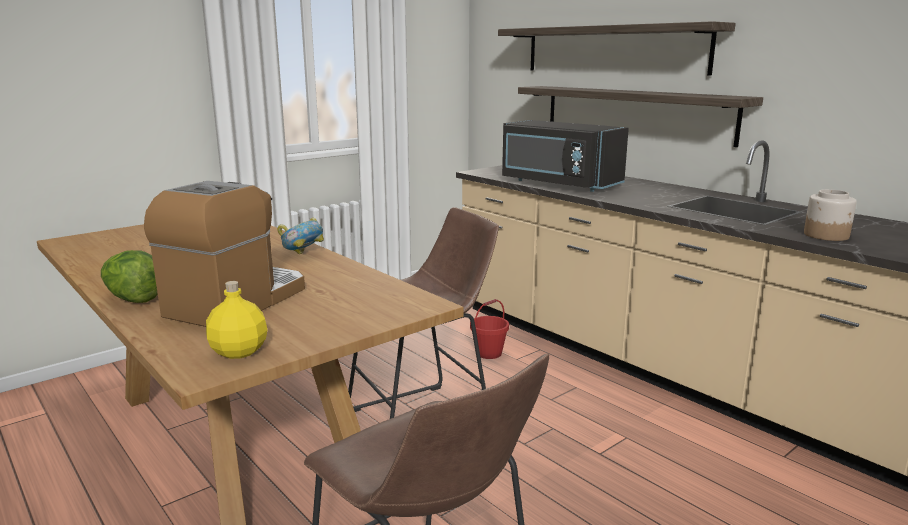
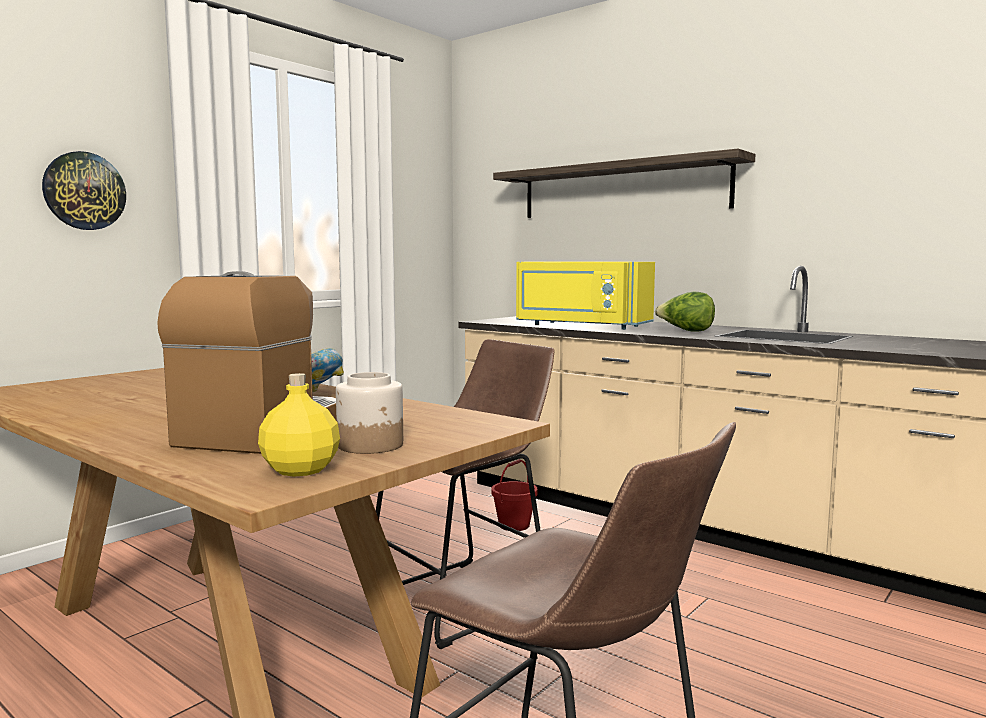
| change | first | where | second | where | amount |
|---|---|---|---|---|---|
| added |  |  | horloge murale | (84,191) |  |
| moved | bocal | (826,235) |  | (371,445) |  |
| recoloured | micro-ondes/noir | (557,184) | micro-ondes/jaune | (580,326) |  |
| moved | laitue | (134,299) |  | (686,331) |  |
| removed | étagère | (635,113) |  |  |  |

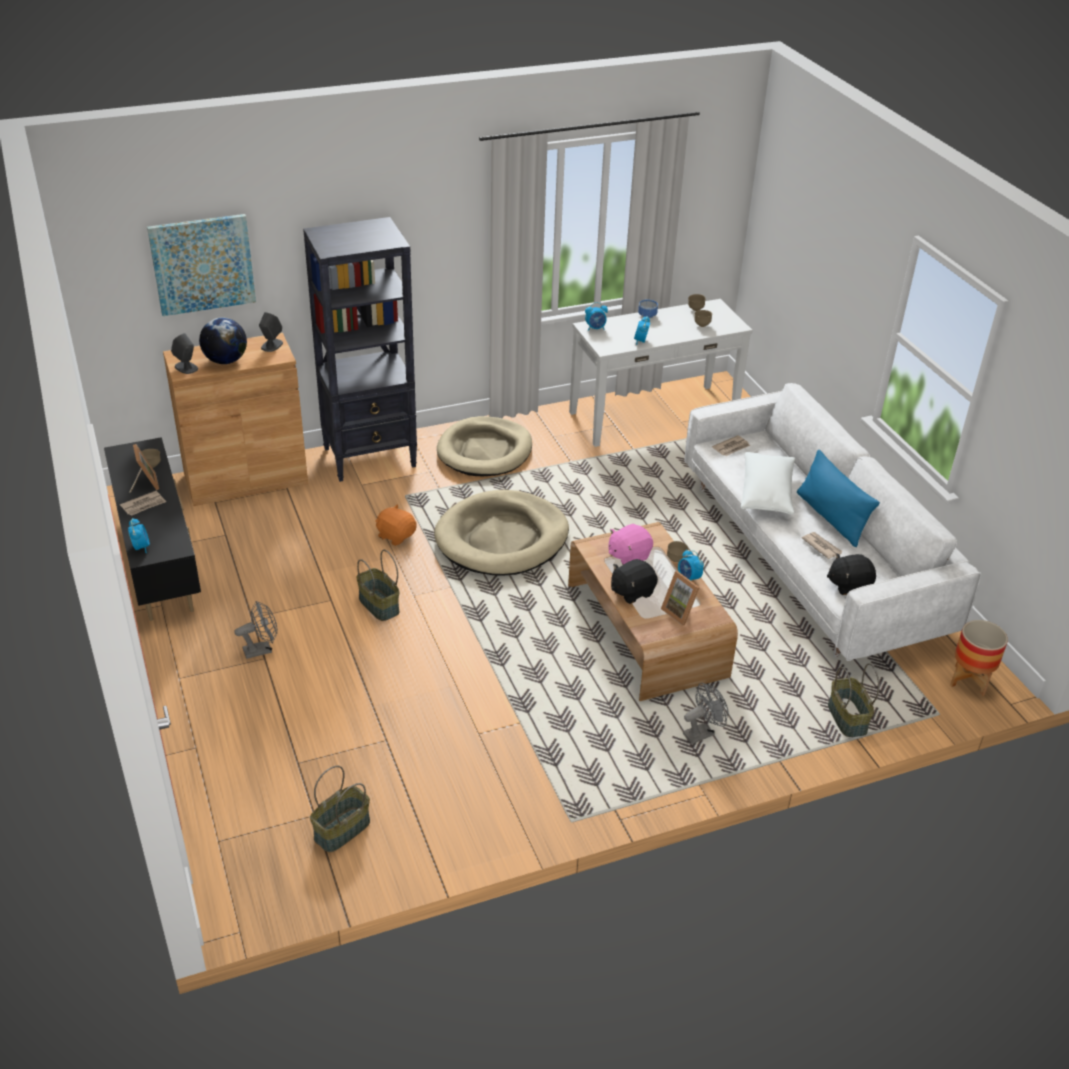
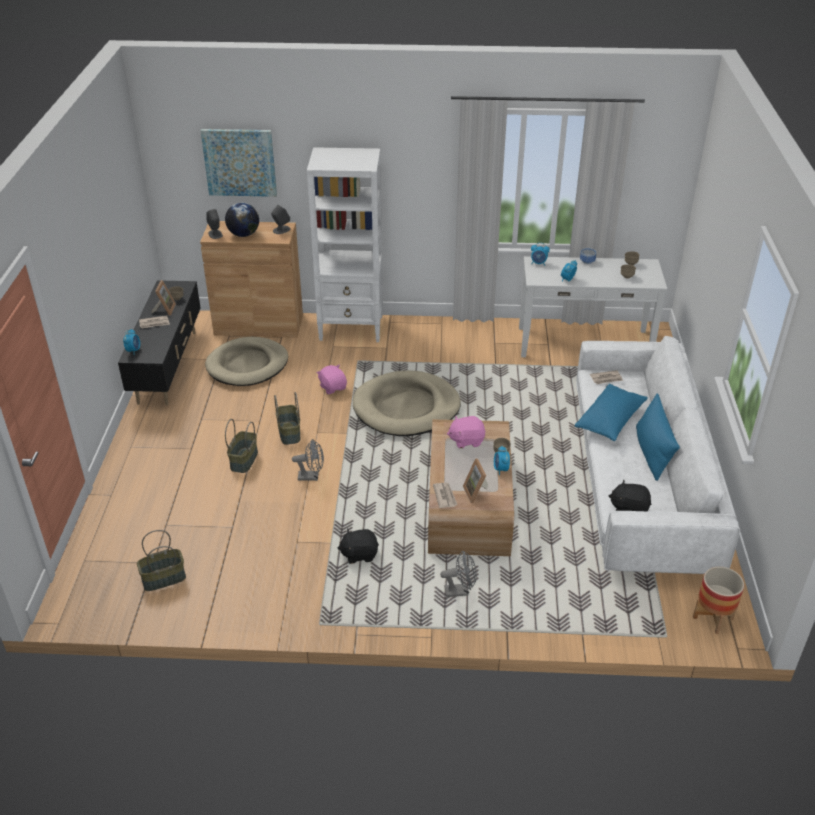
| change | first | where | second | where | amount |
|---|---|---|---|---|---|
| moved | panier pour chien/beige | (485,451) |  | (247,365) |  |
| moved | panier | (846,718) |  | (243,460) |  |
| moved | ventilateur/gris | (262,649) |  | (311,476) |  |
| recoloured | bibliothèque/noir | (371,457) | bibliothèque/blanc | (352,328) |  |
| recoloured | peluche/orange | (396,535) | peluche/rose | (333,387) |  |
| moved | peluche/noir | (632,592) |  | (359,554) |  |
| moved | journal | (821,546) |  | (445,496) |  |
| recoloured | coussin/blanc | (766,494) | coussin/bleu | (610,421) |  |

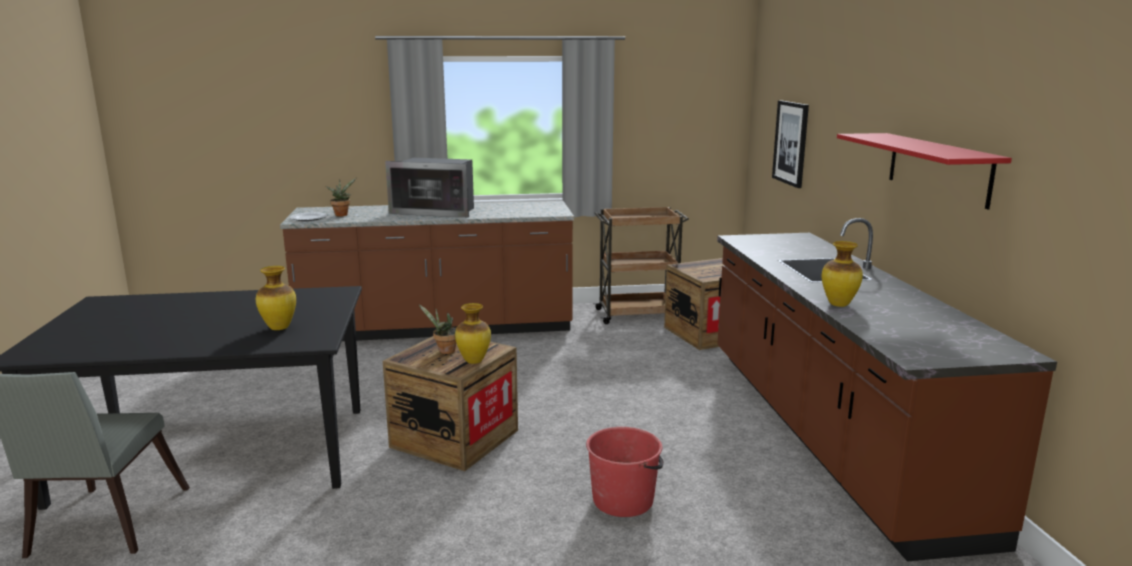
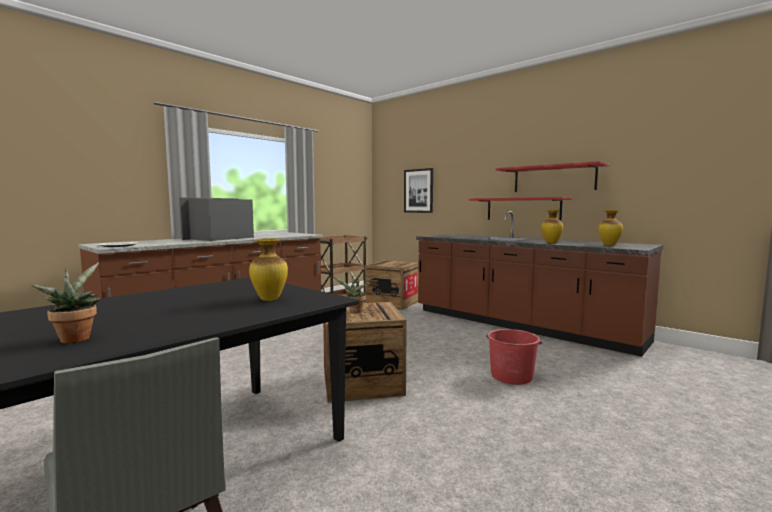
| change | first | where | second | where | amount |
|---|---|---|---|---|---|
| moved | plante en pot | (342,214) |  | (75,338) |  |
| turned | micro-ondes | (436,211) |  | (222,238) | 150 degrees clockwise |
| added |  |  | étagère/rouge | (523,209) |  |
| moved | vase | (473,361) |  | (609,245) |  |

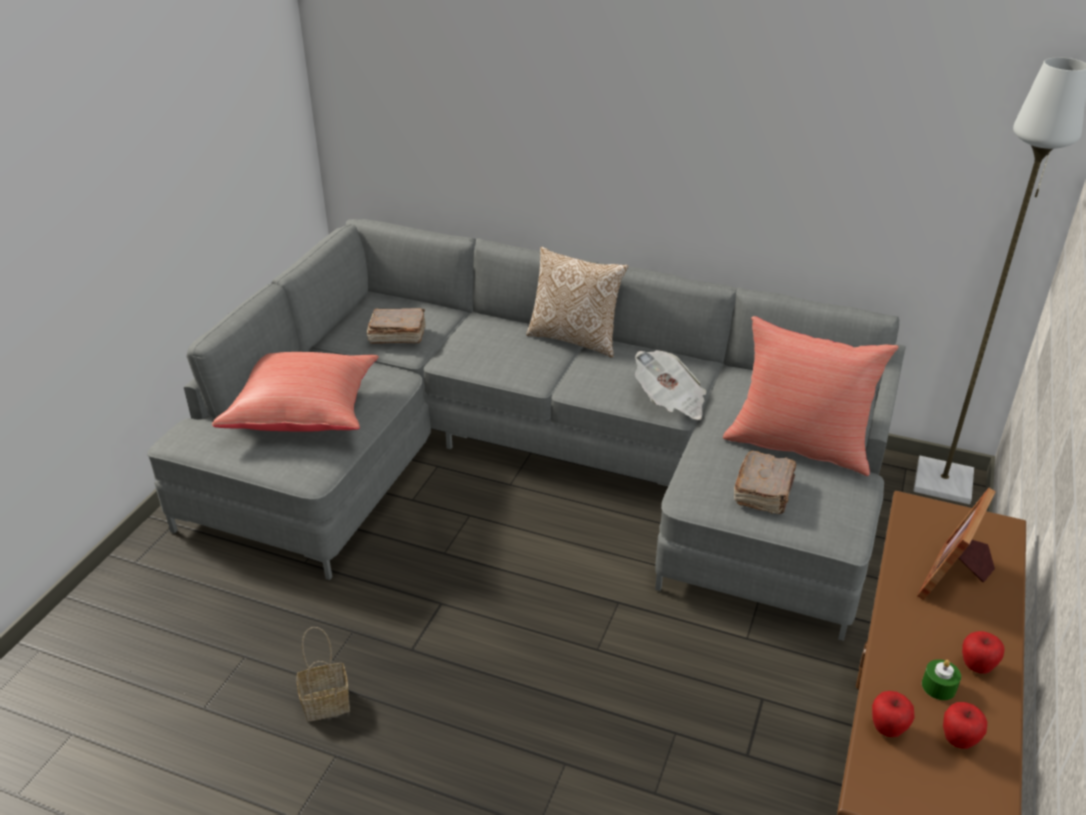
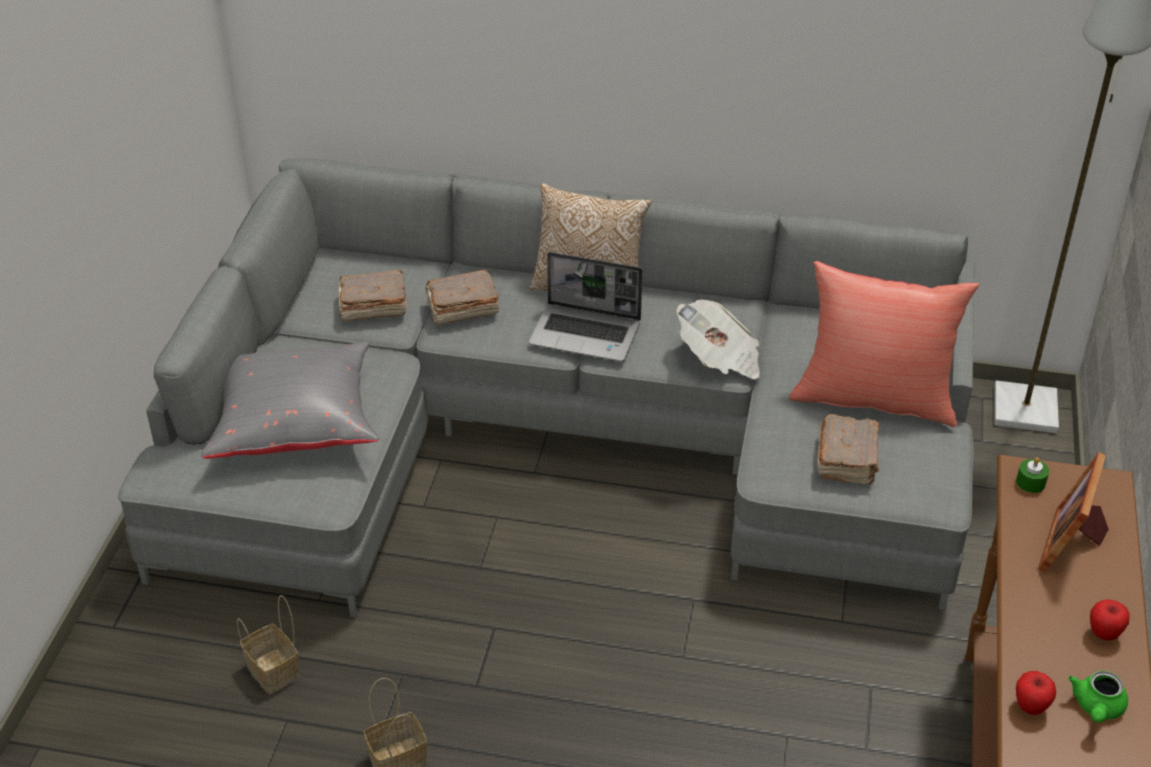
| change | first | where | second | where | amount |
|---|---|---|---|---|---|
| recoloured | coussin/rouge | (304,412) | coussin/gris | (294,423) |  |
| added |  |  | panier | (275,671) |  |
| added |  |  | livre/marron | (461,308) |  |
| added |  |  | ordinateur portable | (587,334) |  |
| moved | bougie/vert | (938,686) |  | (1030,482) |  |
| replaced | pomme | (958,740) | théière/vert | (1096,708) |  |

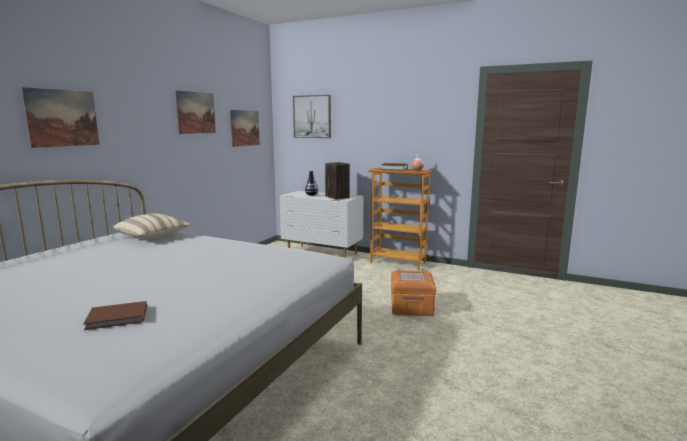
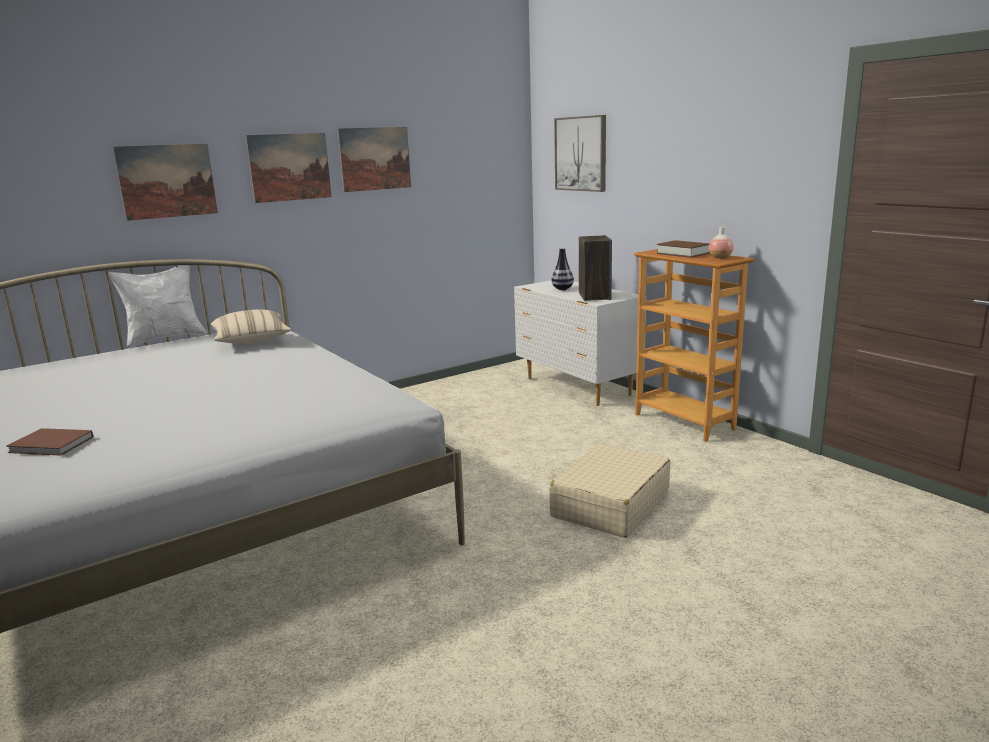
| change | first | where | second | where | amount |
|---|---|---|---|---|---|
| added |  |  | coussin/blanc | (165,338) |  |
| moved | tableau | (245,128) |  | (290,167) |  |
| replaced | boîte de rangement/orange | (411,307) | valise/beige | (610,505) |  |

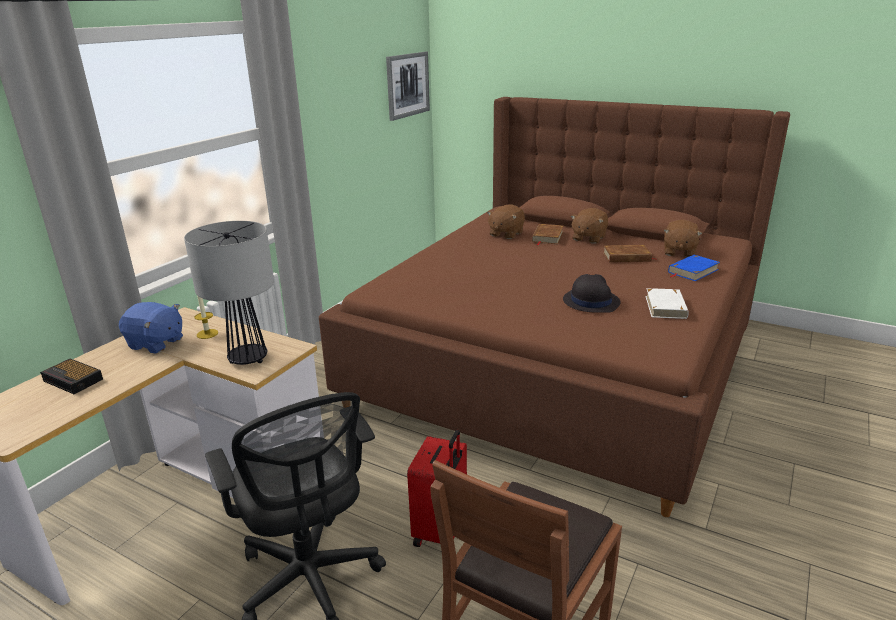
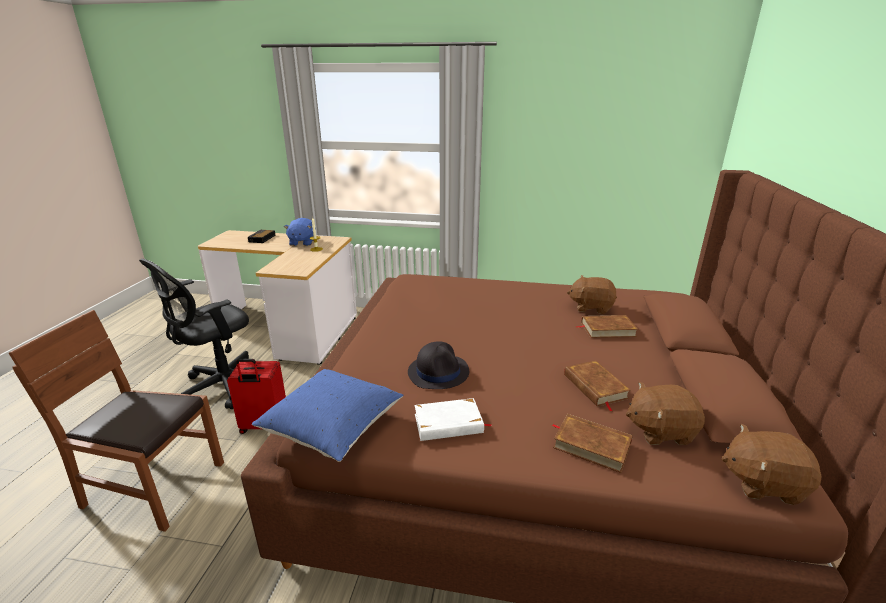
| change | first | where | second | where | amount |
|---|---|---|---|---|---|
| added |  |  | coussin/bleu | (333,428) |  |
| recoloured | livre/bleu | (692,271) | livre/marron | (591,445) |  |
| moved | peluche/marron | (588,238) |  | (762,483) |  |
| removed | lampe de table | (248,359) |  |  |  |
| removed | tableau | (407,85) |  |  |  |

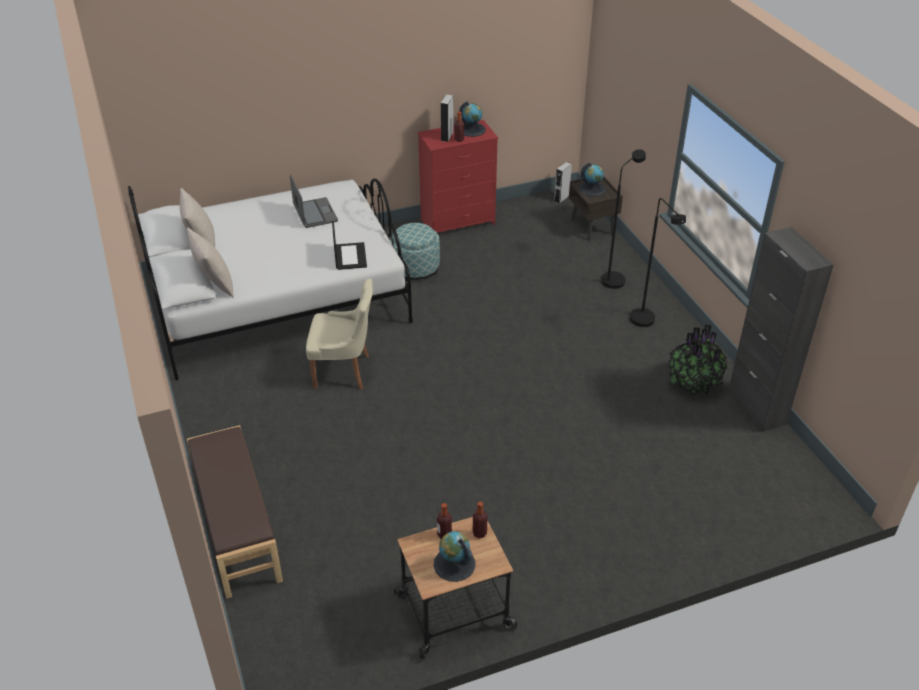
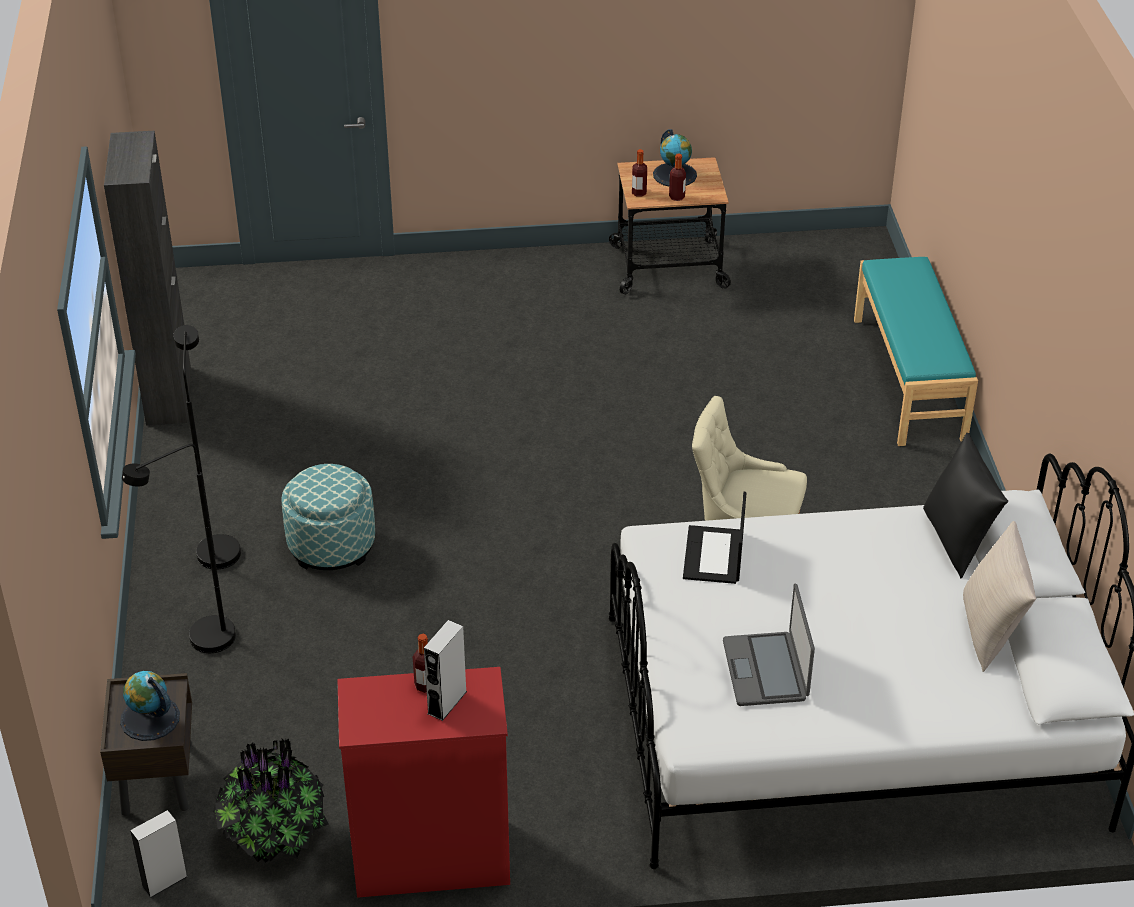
| change | first | where | second | where | amount |
|---|---|---|---|---|---|
| moved | plante en pot | (693,382) |  | (273,837) |  |
| moved | pouf | (415,268) |  | (331,545) |  |
| recoloured | banc/marron | (236,527) | banc/turquoise | (910,378) |  |
| recoloured | coussin/beige | (214,284) | coussin/noir | (957,540) |  |
| removed | globe | (472,129) |  |  |  |

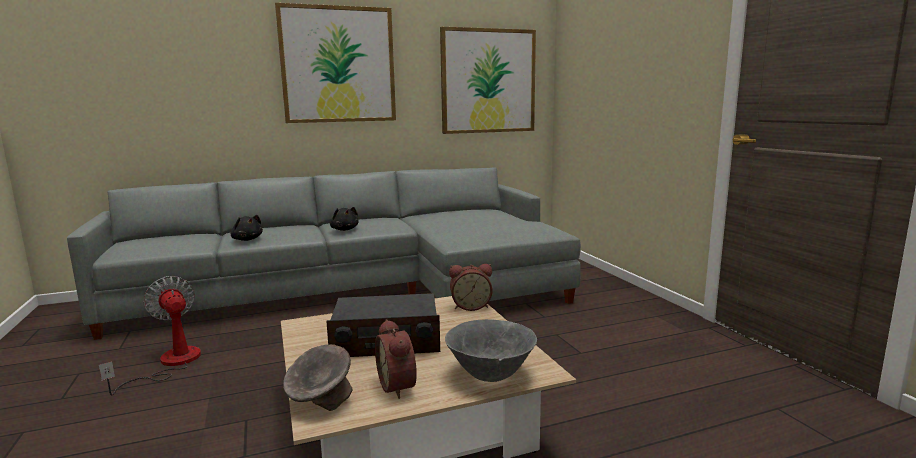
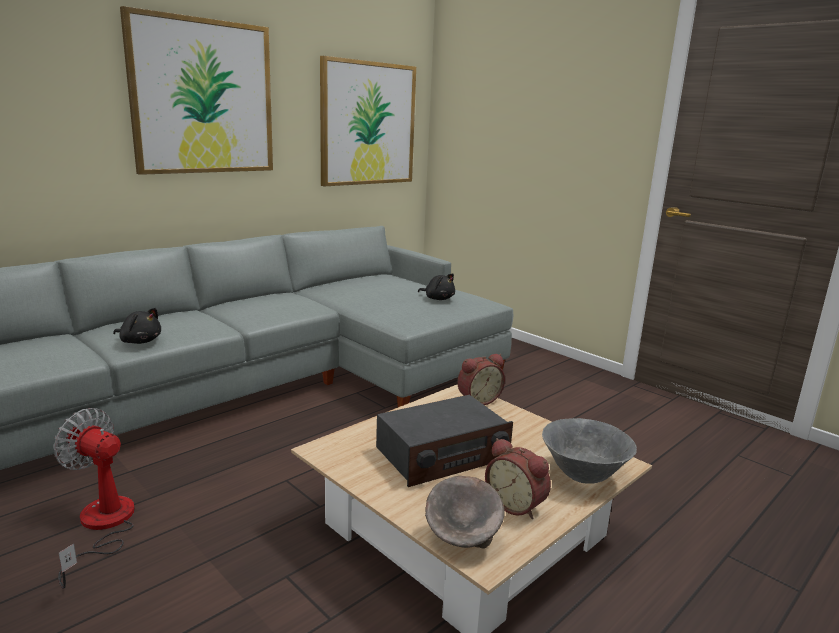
| change | first | where | second | where | amount |
|---|---|---|---|---|---|
| moved | peluche/noir | (344,229) |  | (438,298) |  |

